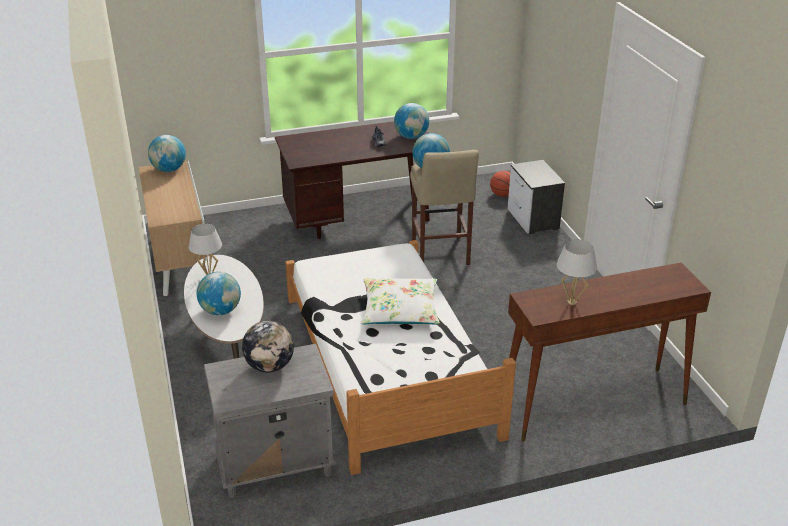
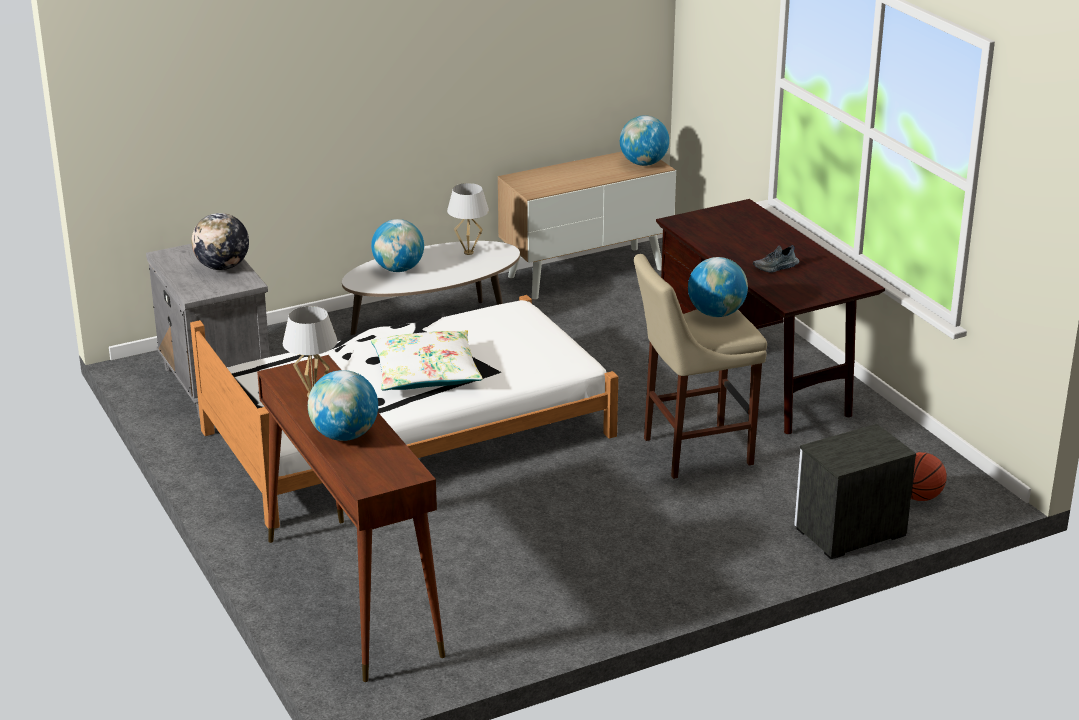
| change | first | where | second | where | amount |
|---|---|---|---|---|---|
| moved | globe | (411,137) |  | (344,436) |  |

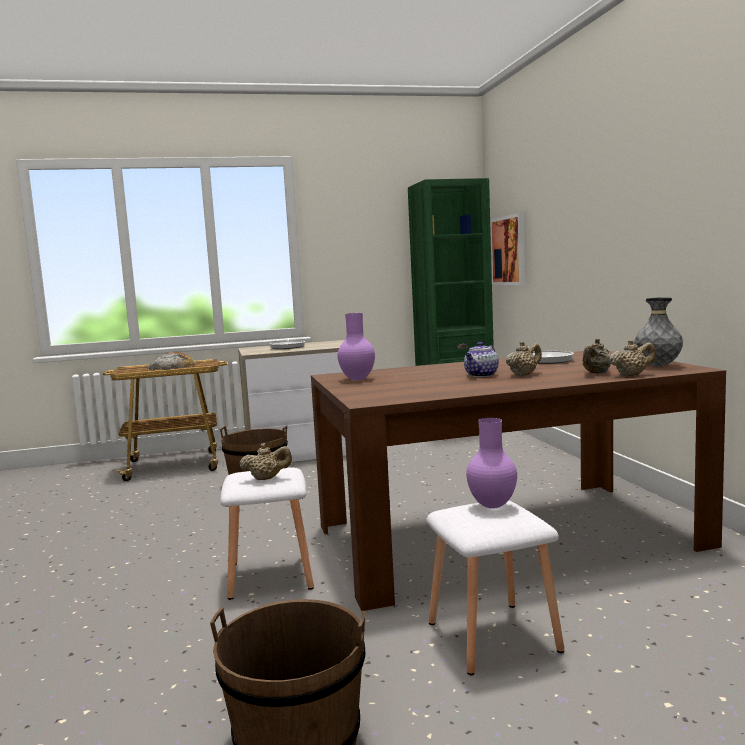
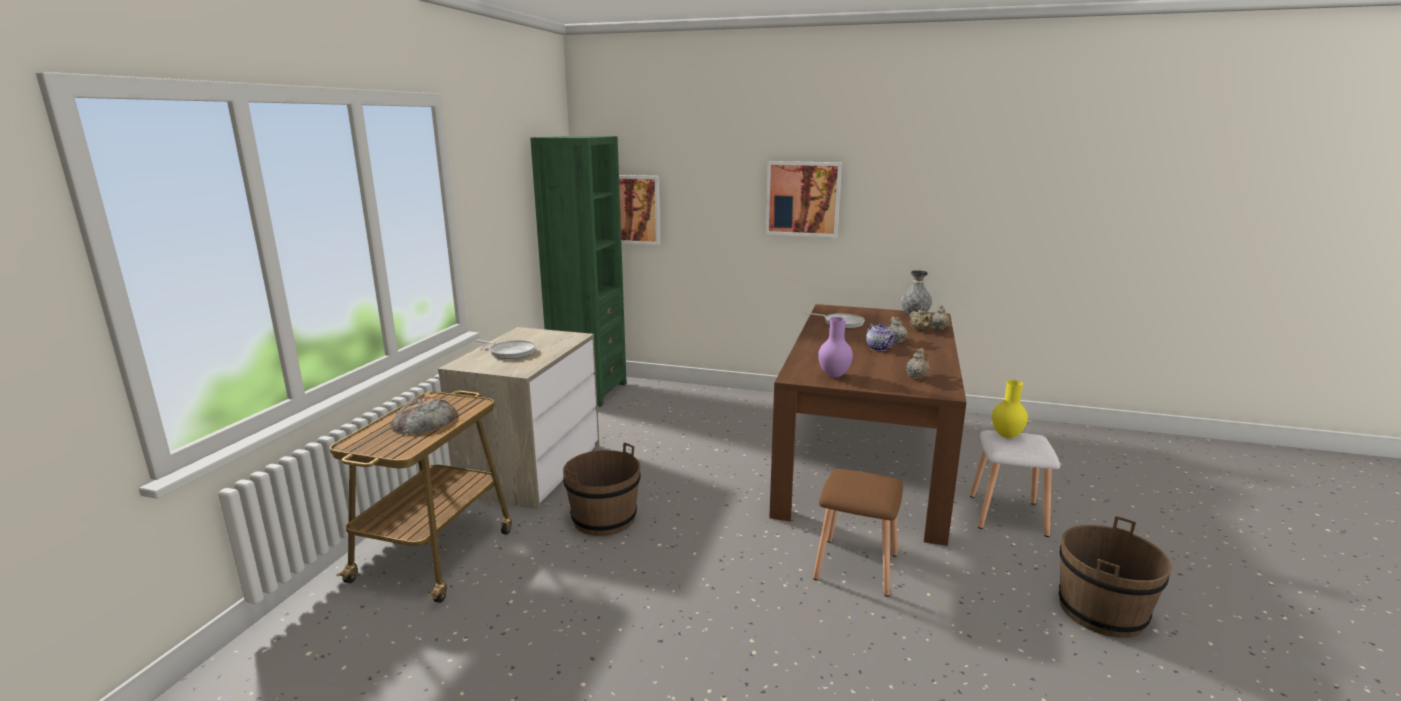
| change | first | where | second | where | amount |
|---|---|---|---|---|---|
| added |  |  | tableau | (803,199) |  |
| recoloured | tabouret/blanc | (269,575) | tabouret/marron | (854,566) |  |
| moved | théière/beige | (267,478) |  | (916,377) |  |
| recoloured | vase/violet | (491,506) | vase/jaune | (1006,436) |  |

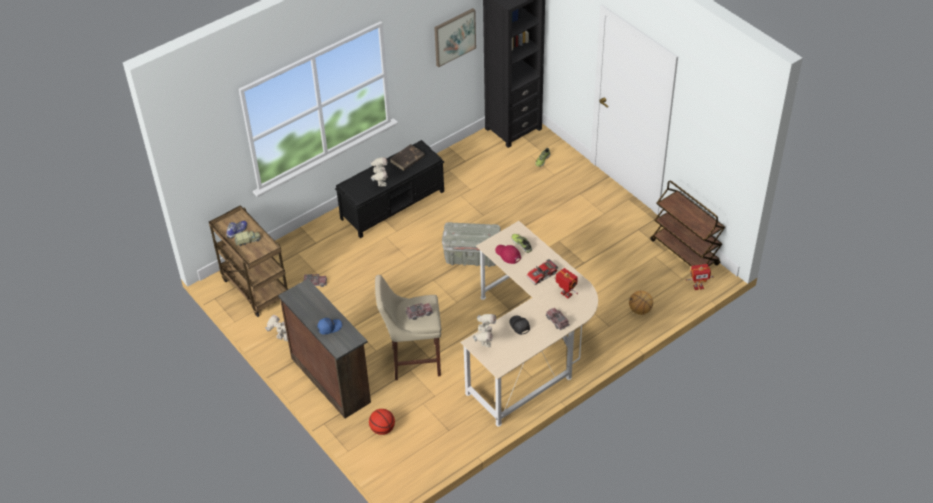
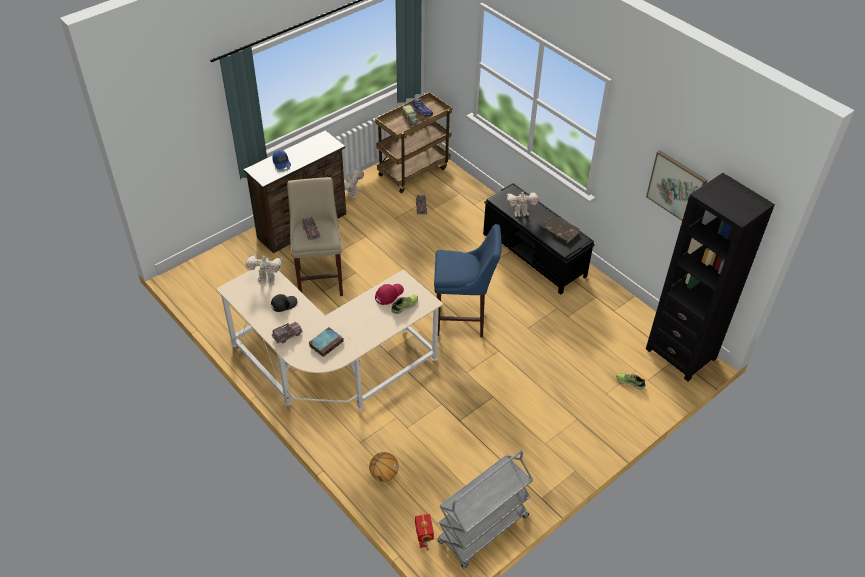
| change | first | where | second | where | amount |
|---|---|---|---|---|---|
| replaced | robot jouet | (565,294) | livre | (326,343) |  |
| replaced | boîte de rangement/gris | (472,256) | tabouret/bleu | (463,320) |  |
| recoloured | chariot/marron | (685,253) | chariot/gris | (483,530) |  |
| removed | ballon de basket | (382,429) |  |  |  |
| removed | petite voiture | (542,275) |  |  |  |

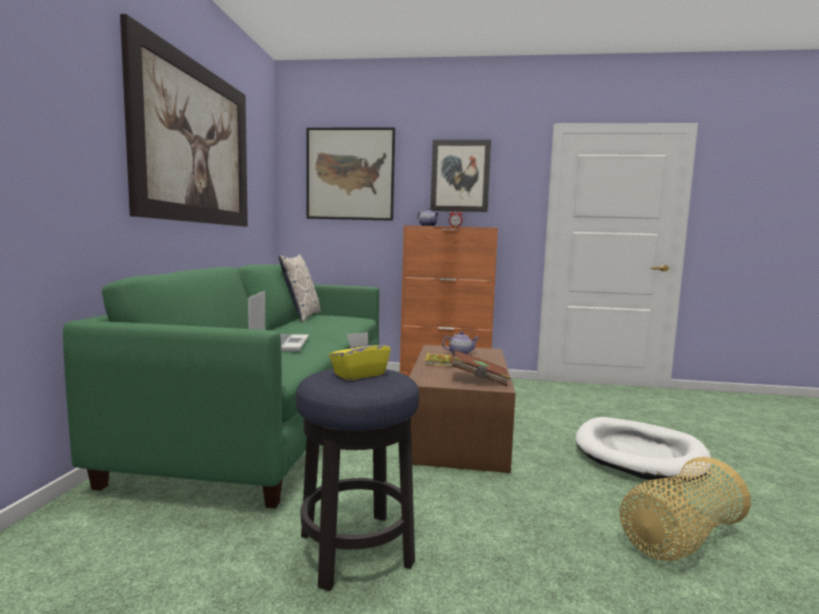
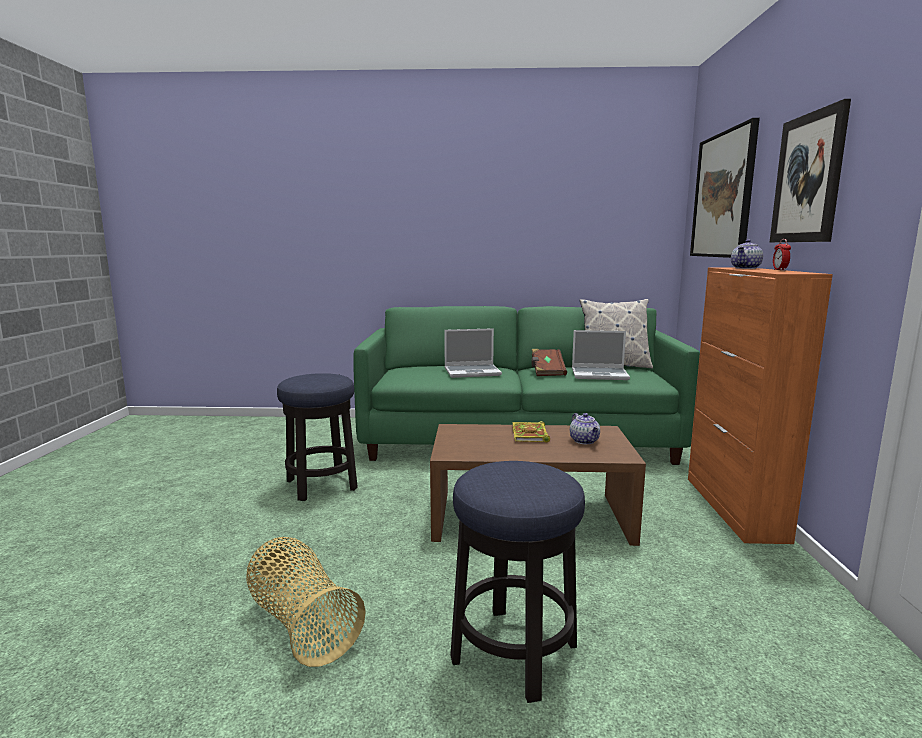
| change | first | where | second | where | amount |
|---|---|---|---|---|---|
| replaced | panier pour chien/blanc | (639,454) | tabouret | (514,653) |  |
| moved | livre/marron | (479,379) |  | (547,371) |  |
| added |  |  | ordinateur portable | (600,374) |  |
| removed | tableau | (195,144) |  |  |  |
| removed | boîte à mouchoirs/jaune | (359,374) |  |  |  |

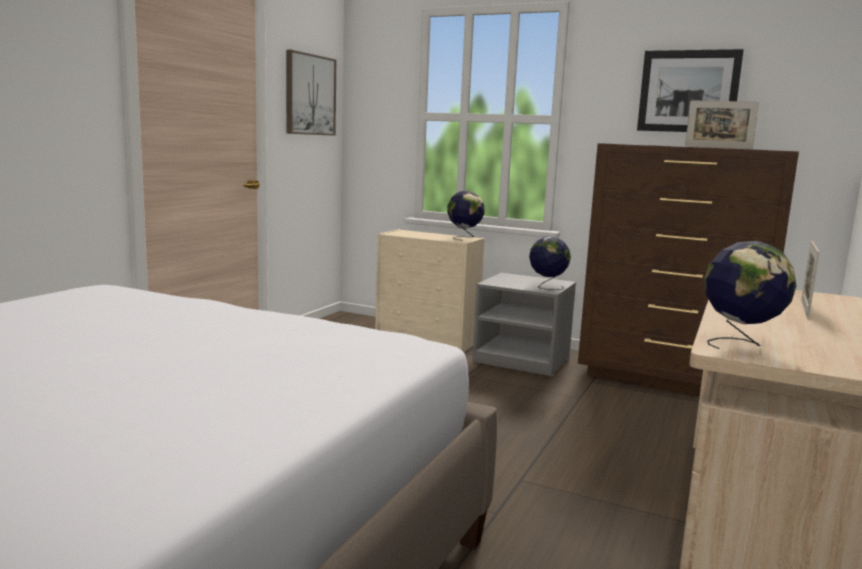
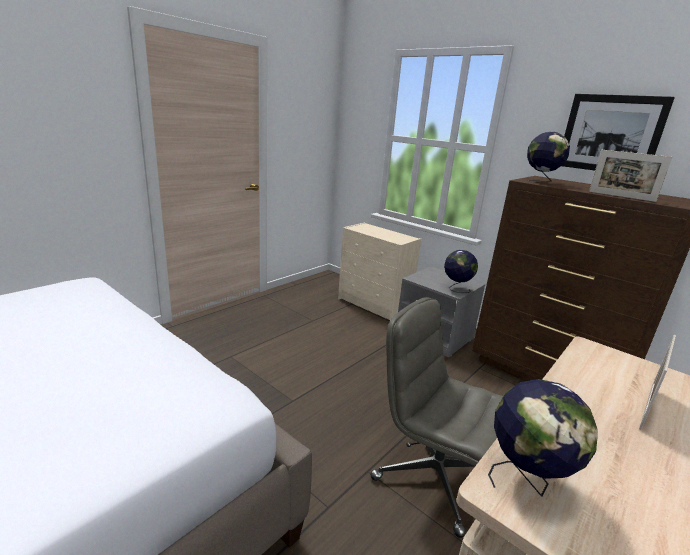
| change | first | where | second | where | amount |
|---|---|---|---|---|---|
| added |  |  | chaise de bureau/gris | (433,475) |  |
| moved | globe | (464,238) |  | (540,182) |  |
| removed | tableau | (309,95) |  |  |  |

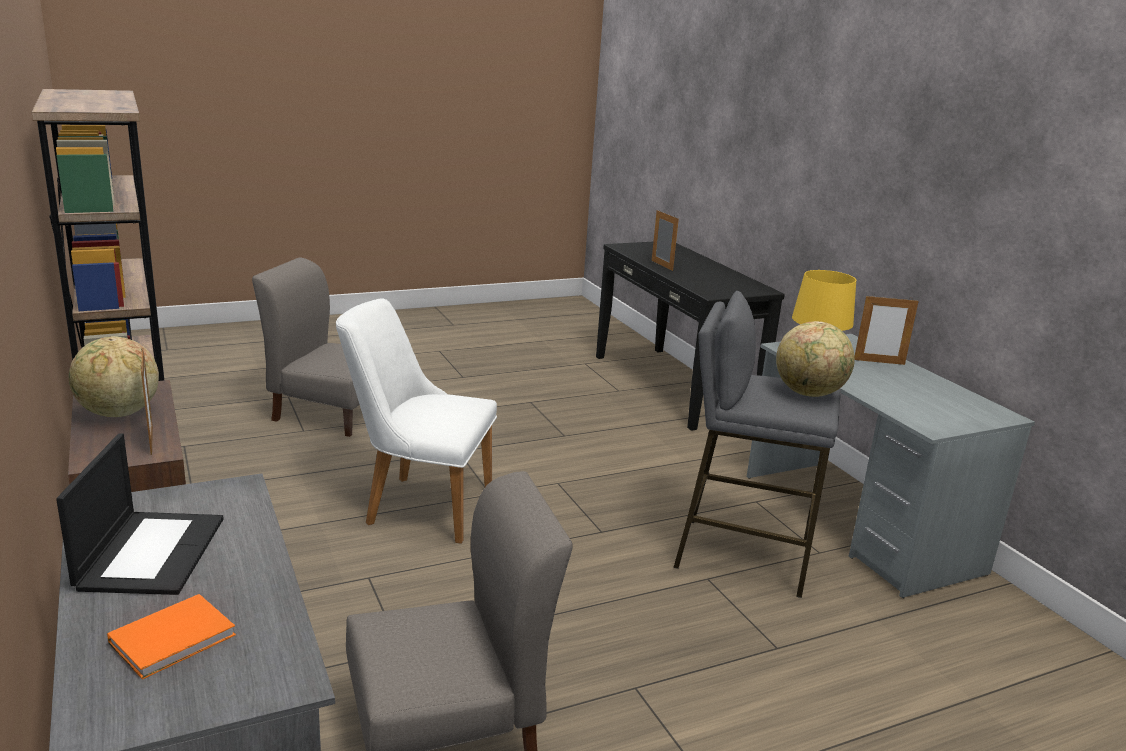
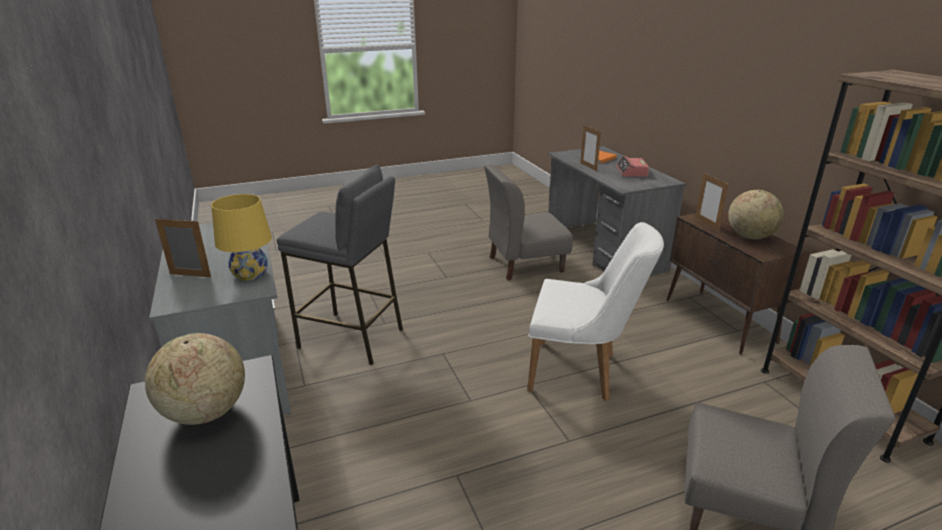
| change | first | where | second | where | amount |
|---|---|---|---|---|---|
| moved | globe | (809,393) |  | (205,412) |  |
| moved | cadre photo | (662,265) |  | (588,167) |  |
| replaced | ordinateur portable | (151,552) | réveil | (632,172) |  |

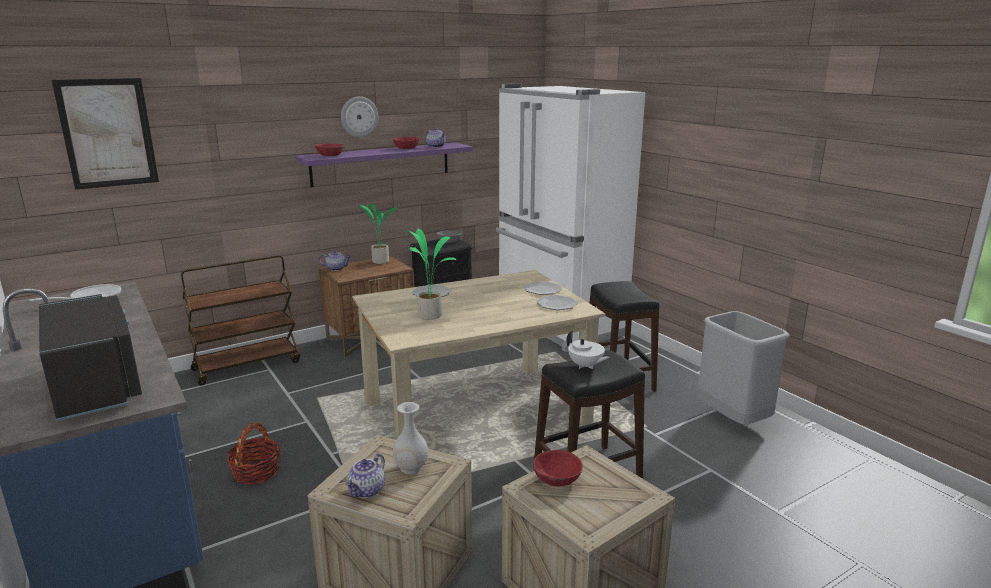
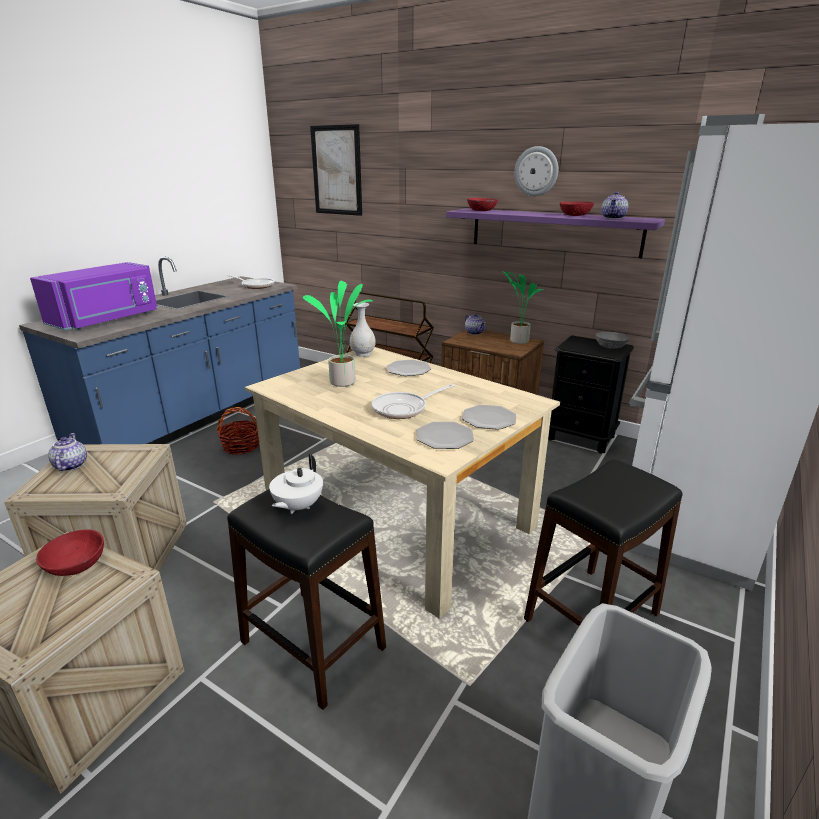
| change | first | where | second | where | amount |
|---|---|---|---|---|---|
| recoloured | micro-ondes/noir | (98,385) | micro-ondes/violet | (107,320) |  |
| turned | théière | (367,491) |  | (70,465) | 75 degrees clockwise |
| moved | vase/blanc | (411,467) |  | (363,353) |  |
| added |  |  | poêle | (404,409) |  |

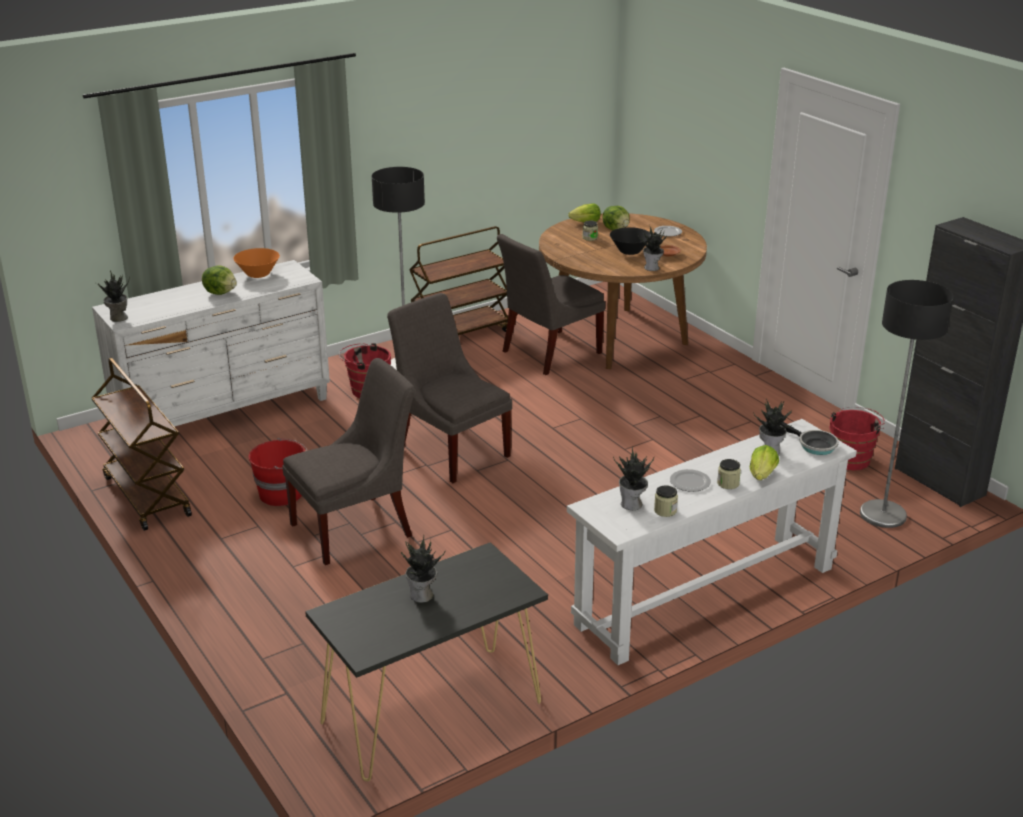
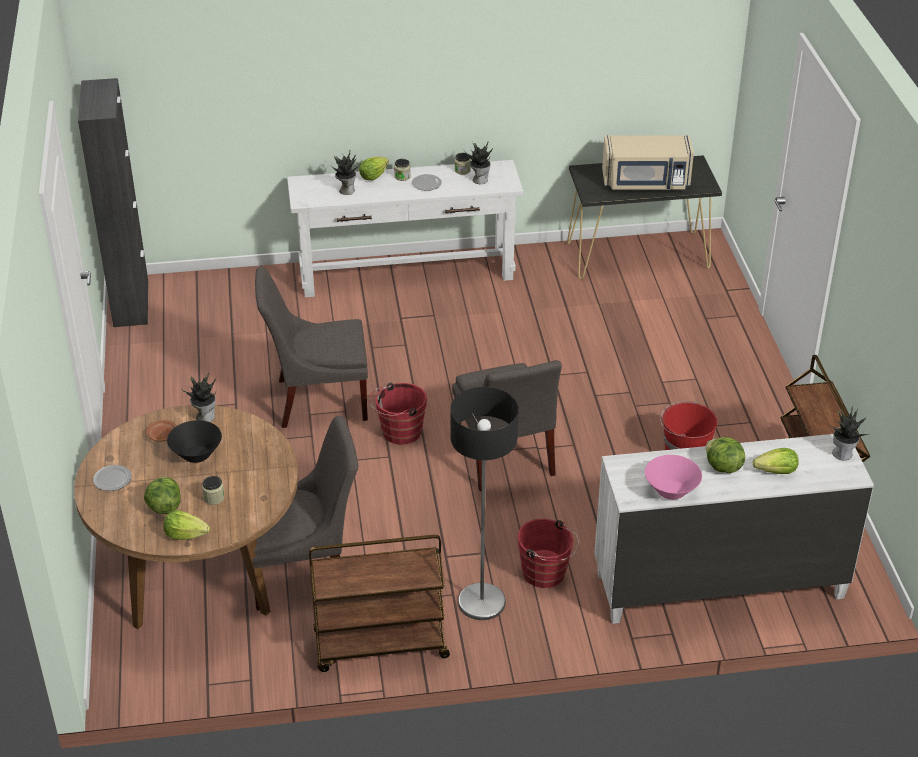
| change | first | where | second | where | amount |
|---|---|---|---|---|---|
| moved | chaise/gris | (356,528) |  | (317,400) |  |
| moved | seau/rouge | (851,458) |  | (398,432) |  |
| replaced | plante en pot | (422,596) | micro-ondes/beige | (646,182) |  |
| recoloured | bol/orange | (258,274) | bol/rose | (671,491) |  |
| added |  |  | laitue | (776,472) |  |
| removed | poêle | (814,445) |  |  |  |
| removed | lampadaire | (883,515) |  |  |  |

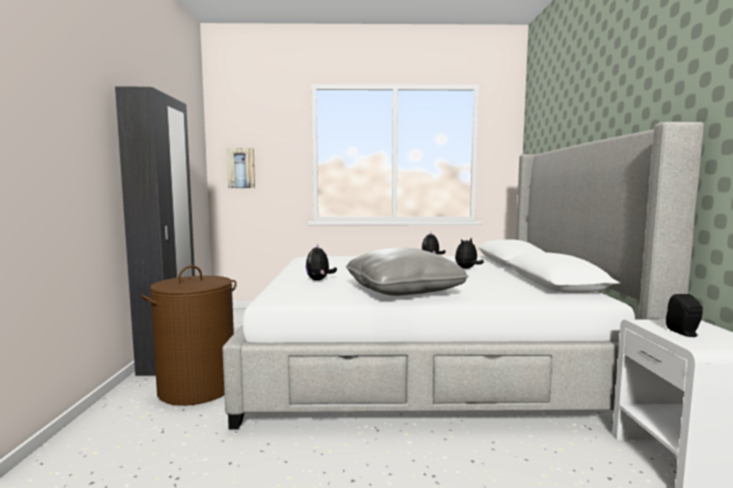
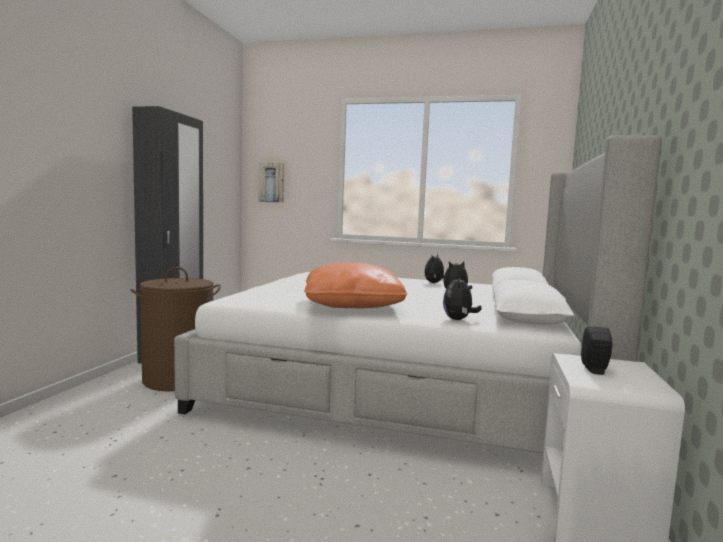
| change | first | where | second | where | amount |
|---|---|---|---|---|---|
| recoloured | coussin/gris | (403,291) | coussin/orange | (352,305) |  |
| moved | peluche | (319,280) |  | (458,320) |  |

